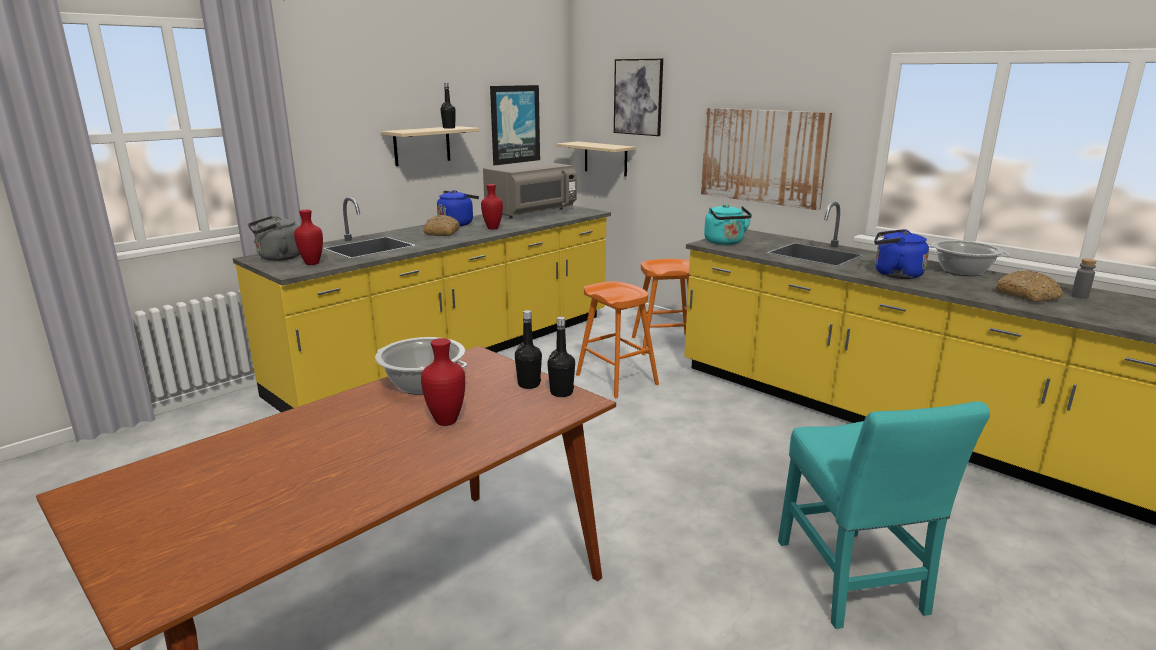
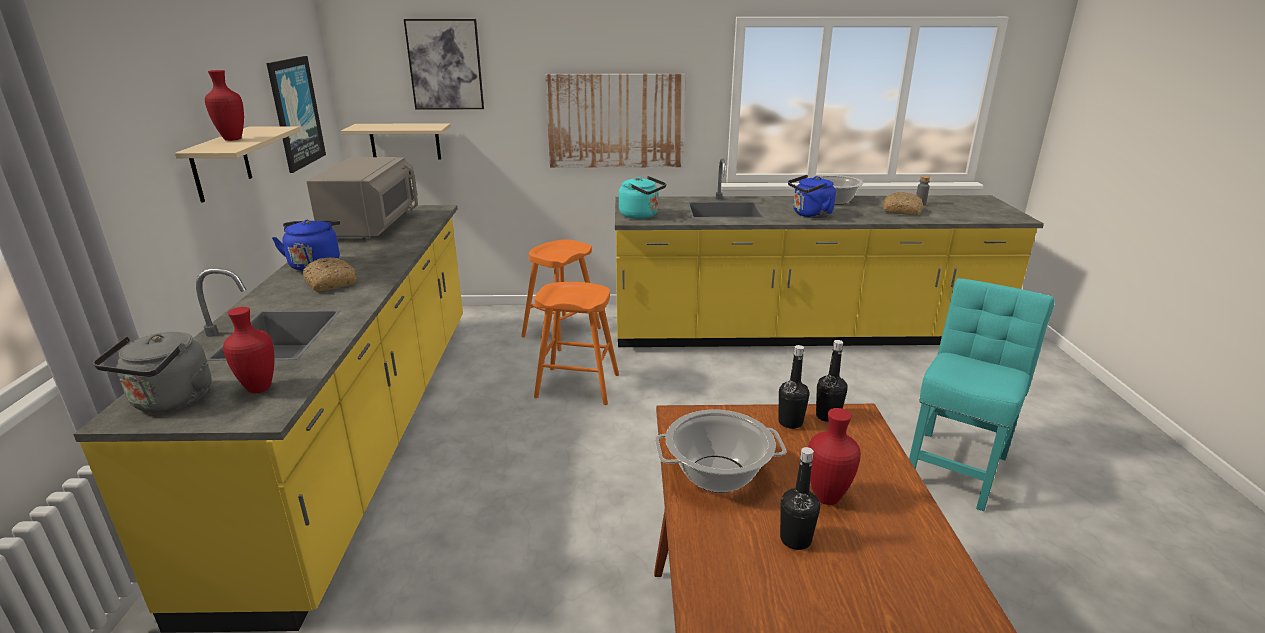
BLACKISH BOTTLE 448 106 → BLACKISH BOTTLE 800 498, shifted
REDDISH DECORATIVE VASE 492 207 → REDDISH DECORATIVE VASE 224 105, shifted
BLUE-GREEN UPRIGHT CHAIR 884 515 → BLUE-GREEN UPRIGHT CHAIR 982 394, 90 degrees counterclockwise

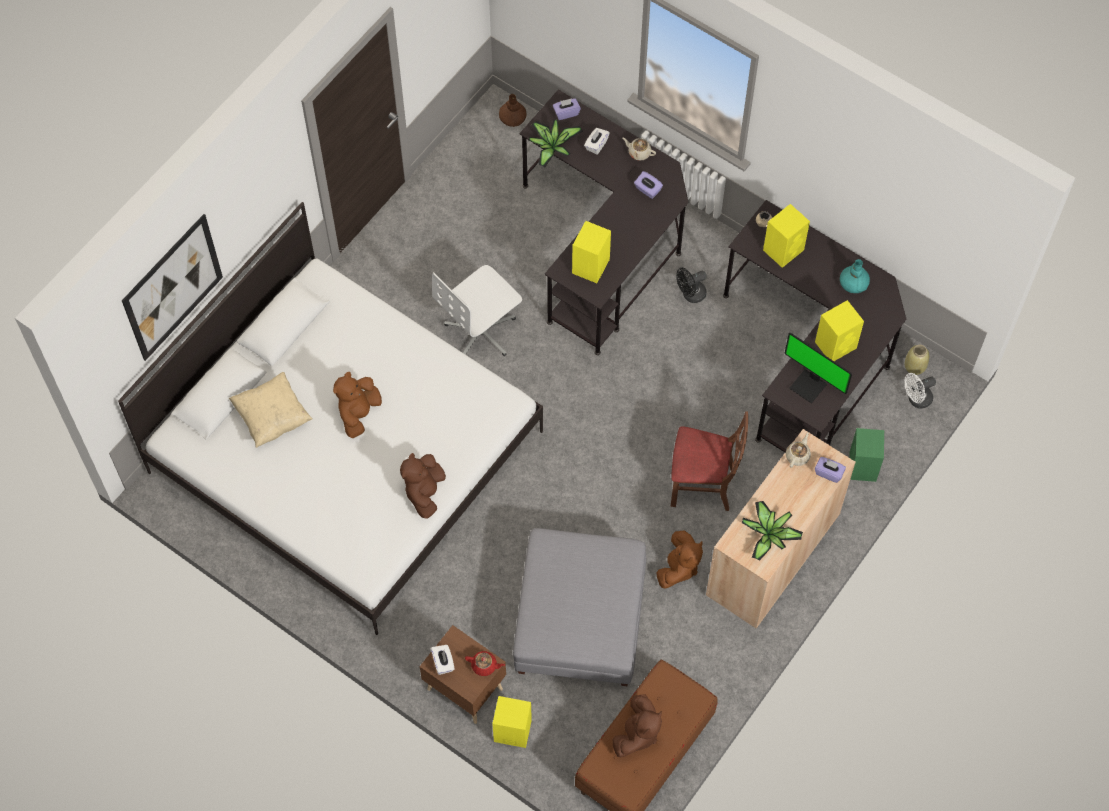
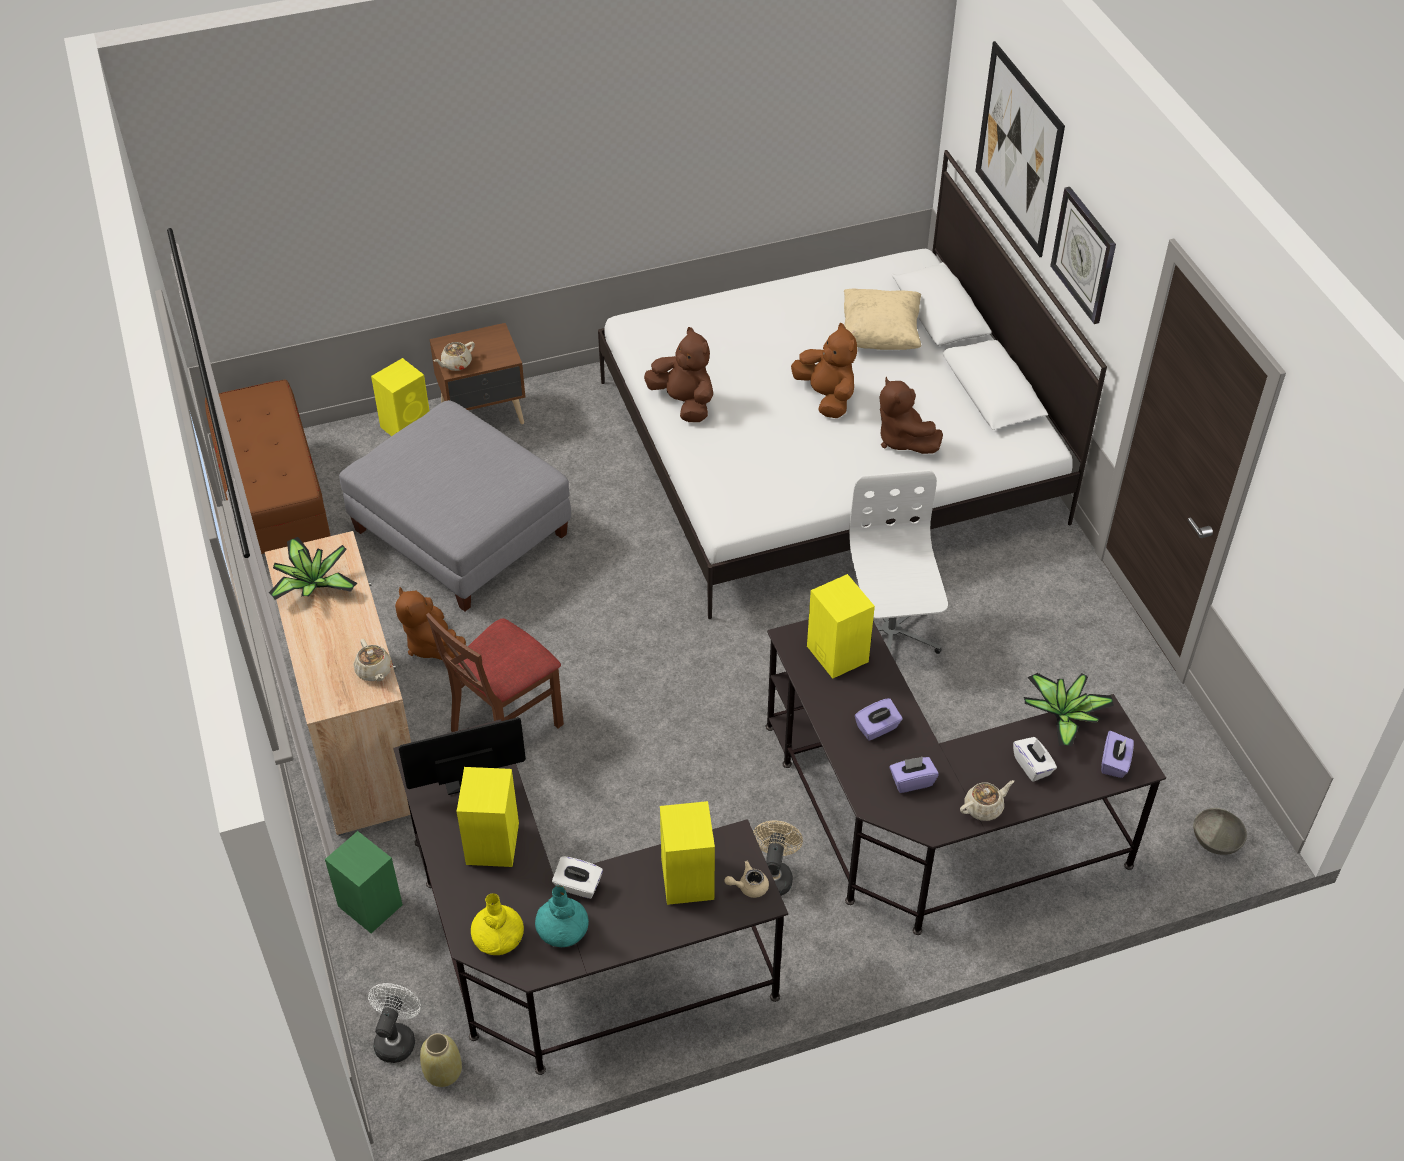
BROWN DECORATIVE VASE 513 110 → GREY SERVING BOWL 1220 831
BLACKISH COOLING FAN 691 285 → BEIGE-COLOURED COOLING FAN 778 858
PURPLISH TISSUE HOLDER 830 470 → PURPLISH TISSUE HOLDER 879 719, shifted
WHITE TISSUE HOLDER 443 660 → WHITE TISSUE HOLDER 577 877, shifted
REDDISH TEA POT 485 663 → BEIGE-COLOURED TEA POT 454 356
BROWN PLUSH TOY 637 725 → BROWN PLUSH TOY 911 415, shifted
- → HANGING CLOCK 1083 255
- → YELLOWISH DECORATIVE VASE 497 924

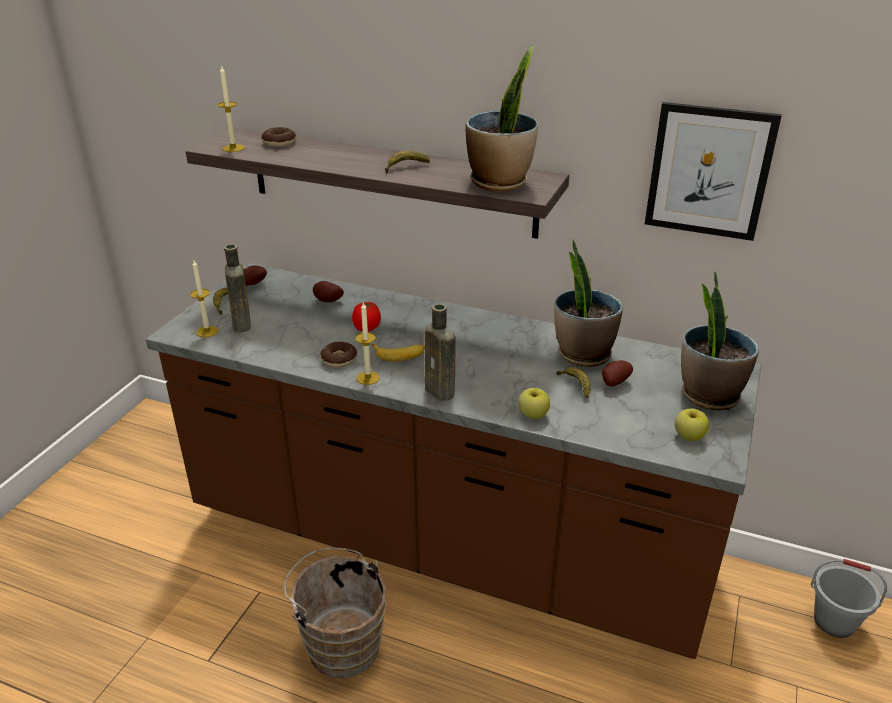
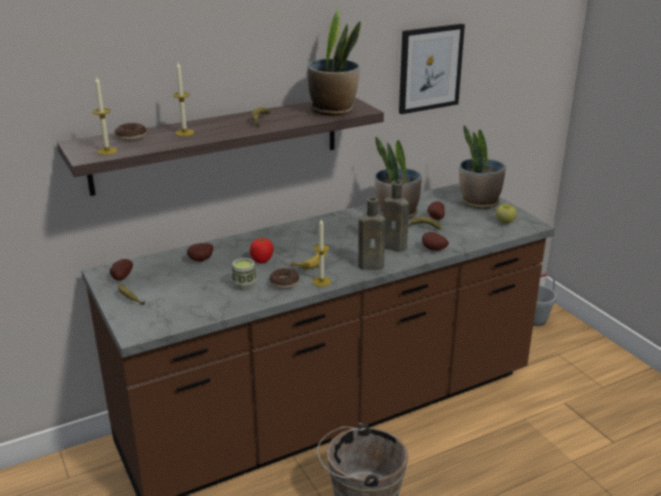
BROWN BOTTLE 237 288 → BROWN BOTTLE 396 216, shifted
WAX LIGHT 204 298 → WAX LIGHT 183 99, shifted
APPLE FRUIT 534 403 → SPUD 435 241
- → SMALL CUP 244 274

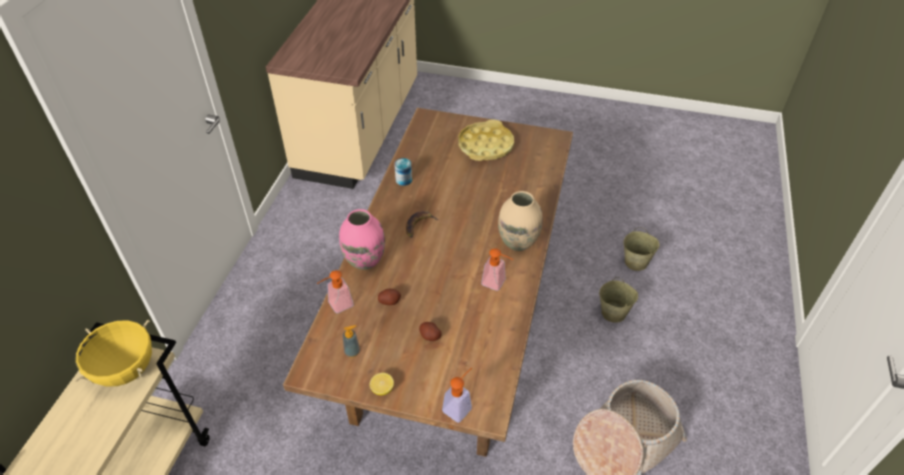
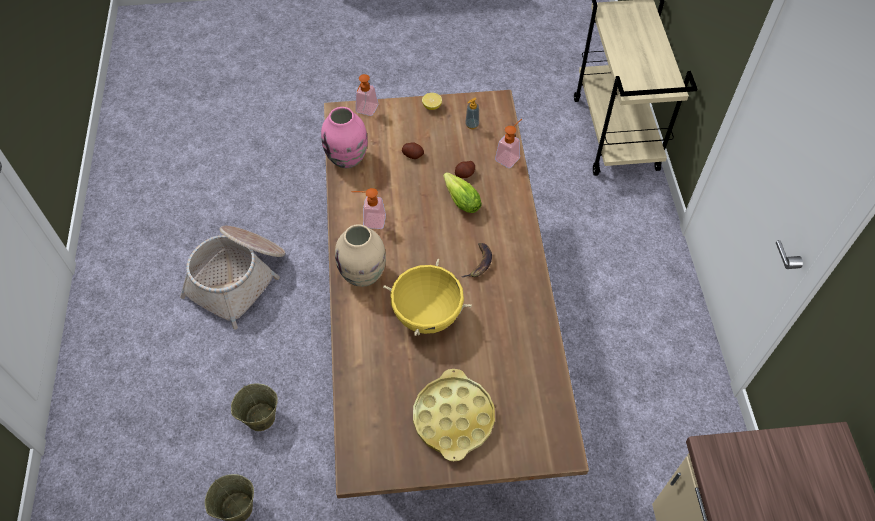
SEALED CAN 403 172 → -
PINKISH DECORATIVE VASE 362 239 → PINKISH DECORATIVE VASE 344 137, shifted
YELLOWISH COOKING POT 113 353 → YELLOWISH COOKING POT 427 297, shifted
- → LETTUCE 462 192

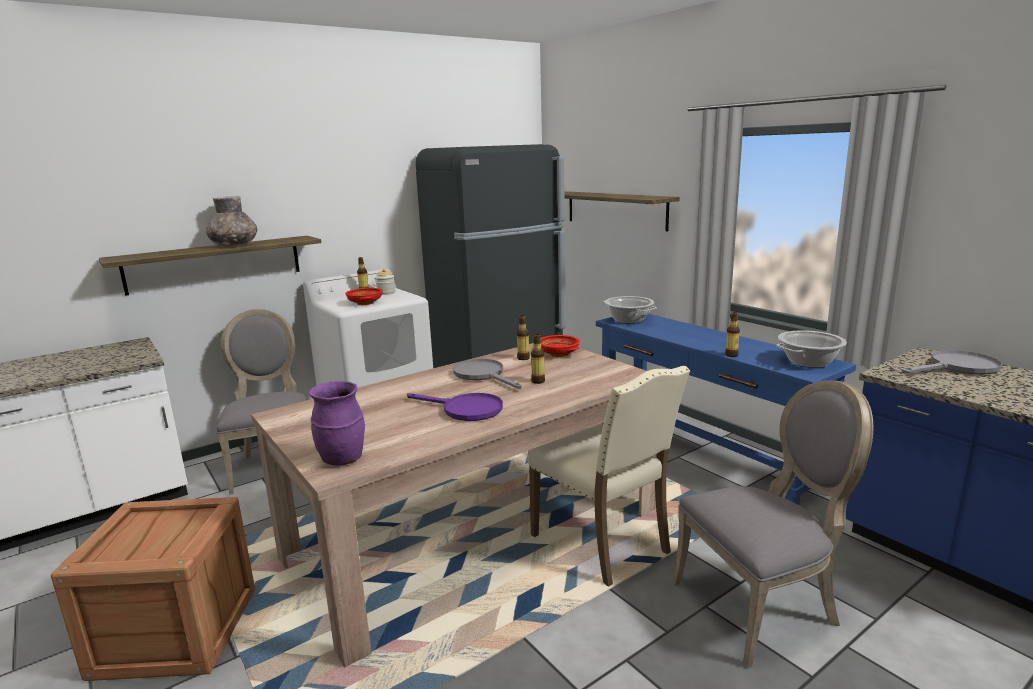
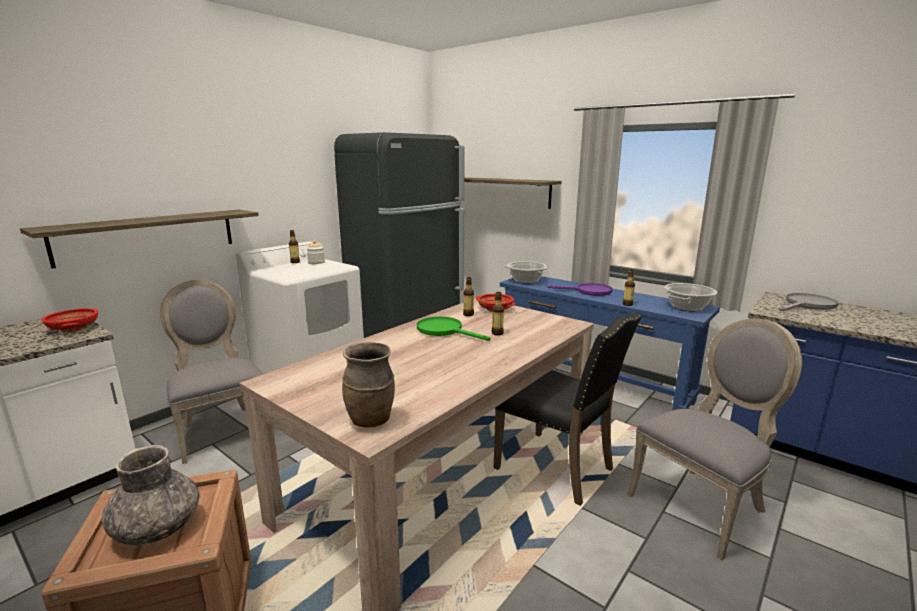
GREY DECORATIVE VASE 231 221 → GREY DECORATIVE VASE 151 495, shifted
REDDISH SERVING BOWL 364 296 → REDDISH SERVING BOWL 70 320, shifted
GREY PAN 487 374 → GREEN PAN 454 328
BEIGE-COLOURED UPRIGHT CHAIR 608 476 → BLACKISH UPRIGHT CHAIR 568 409
PURPLISH DECORATIVE VASE 337 423 → BROWN DECORATIVE VASE 368 384
PURPLISH PAN 455 407 → PURPLISH PAN 580 289, shifted

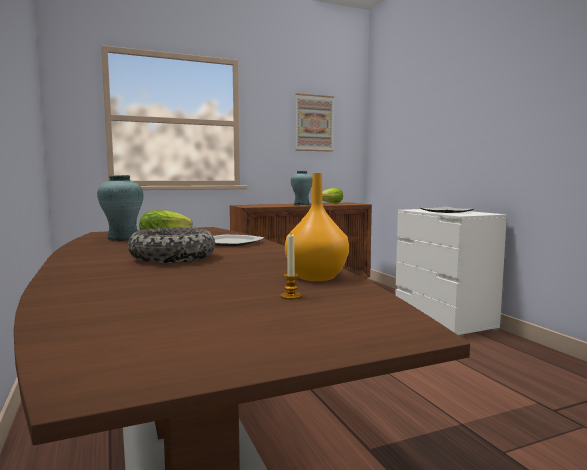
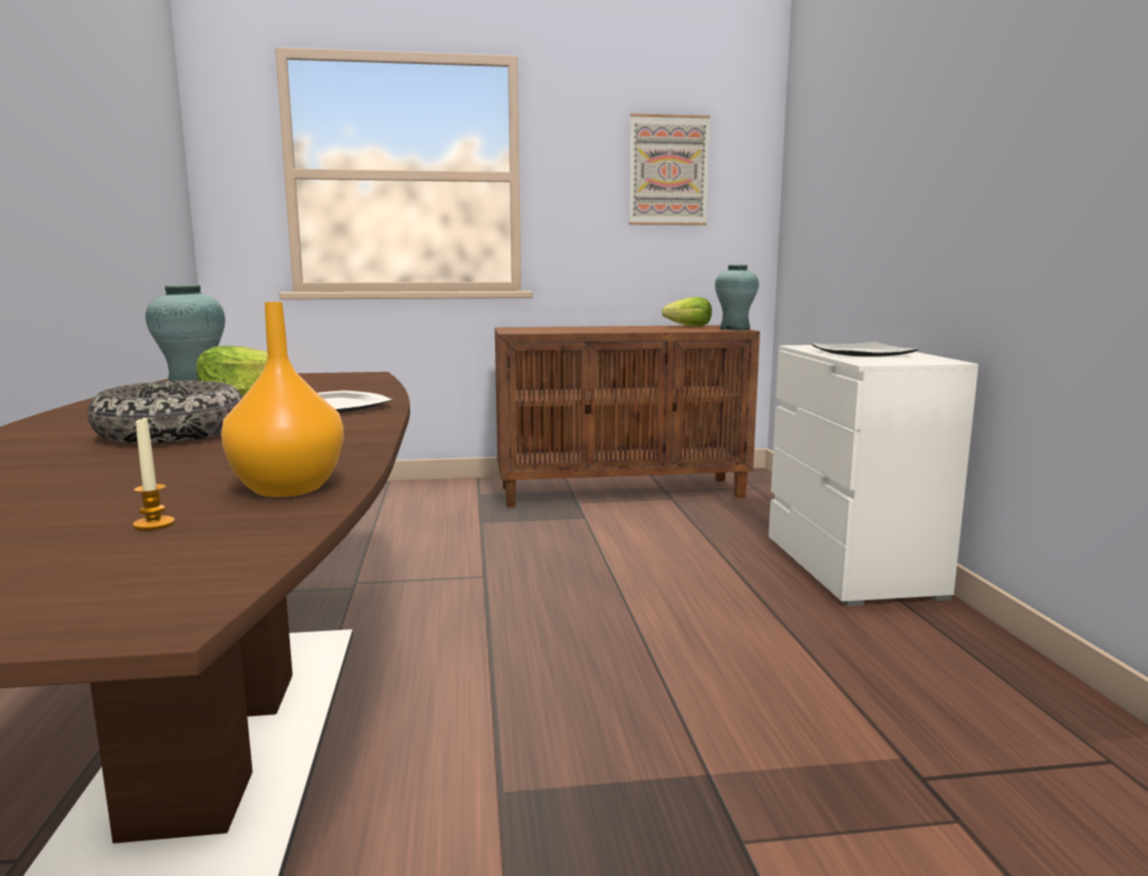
BLUE-GREEN DECORATIVE VASE 301 188 → BLUE-GREEN DECORATIVE VASE 737 297, shifted

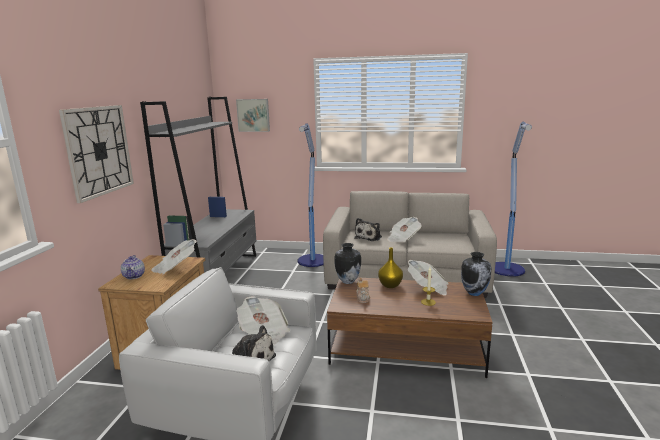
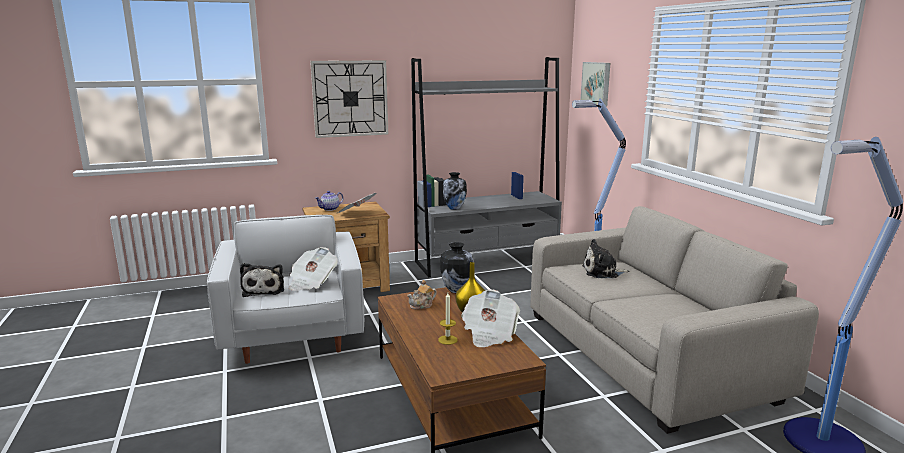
DAILY PAPER 404 229 → -
DECORATIVE VASE 476 274 → DECORATIVE VASE 455 191, shifted

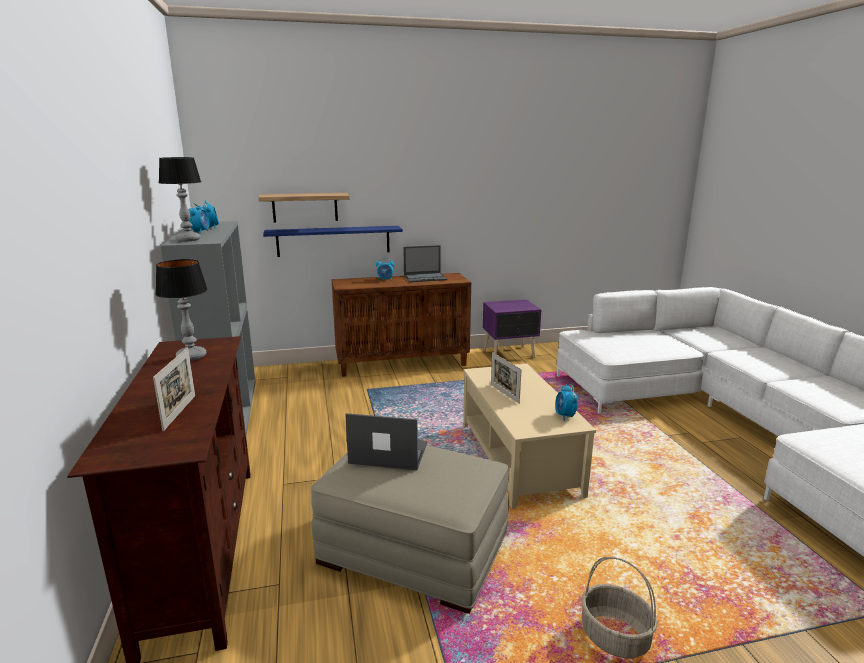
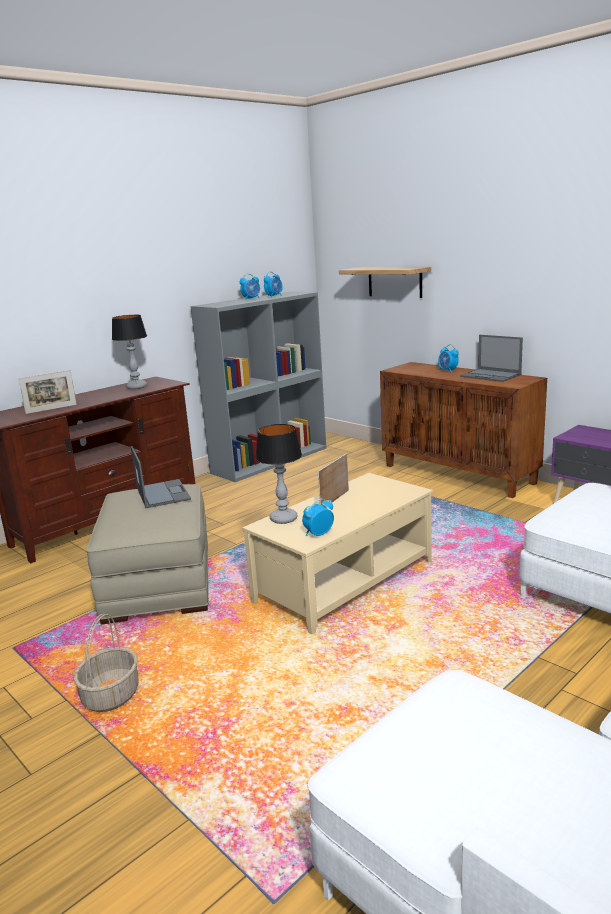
TABLE LAMP 180 199 → TABLE LAMP 278 474, shifted
BLUISH BRACKET SHELF 333 241 → -

